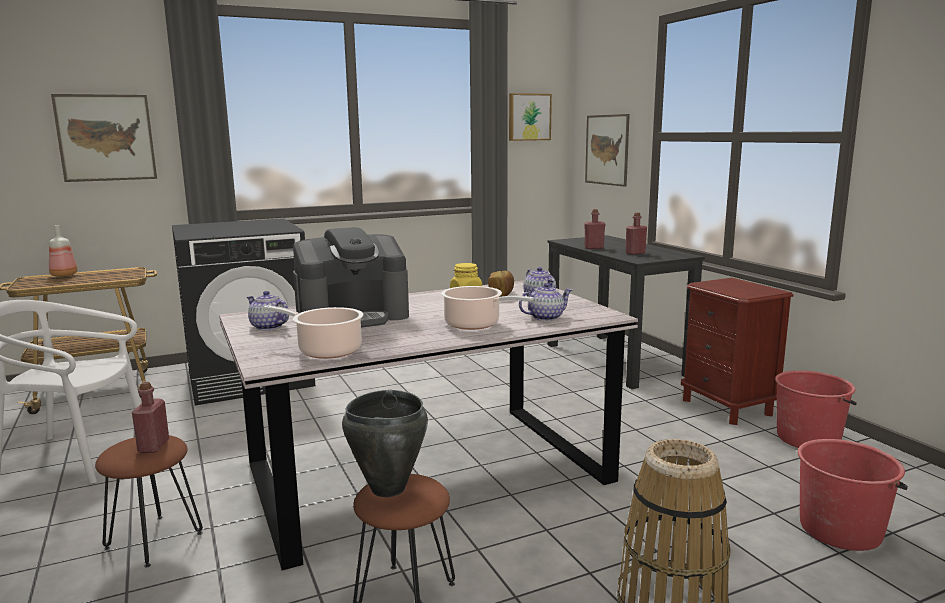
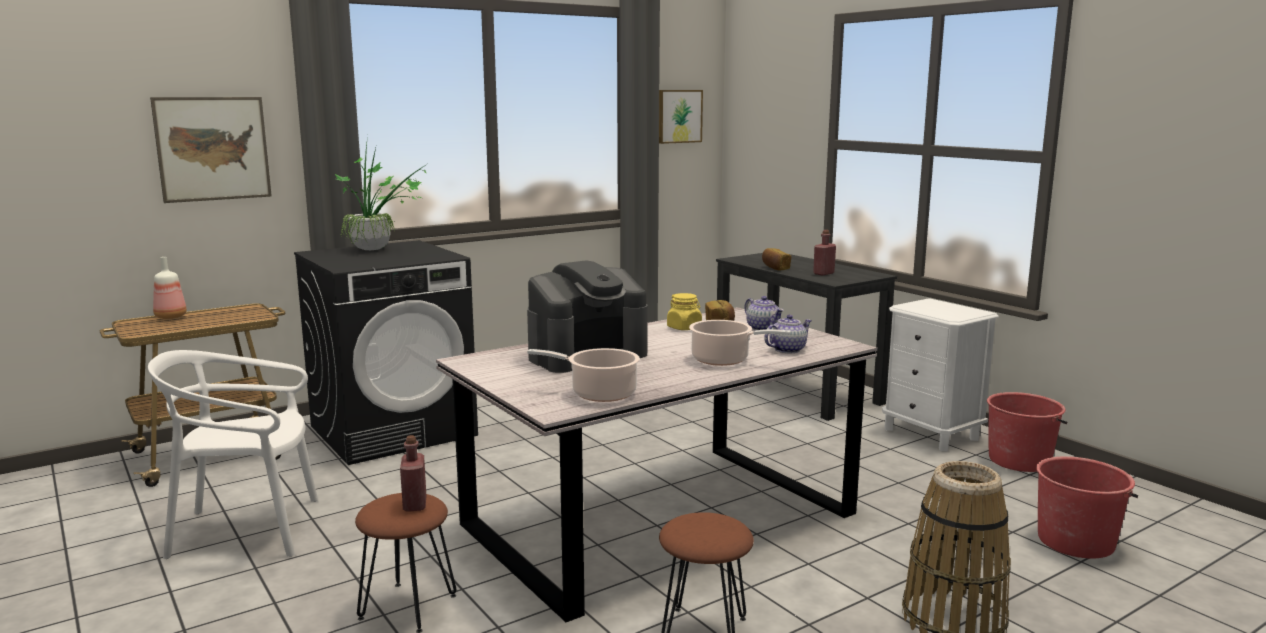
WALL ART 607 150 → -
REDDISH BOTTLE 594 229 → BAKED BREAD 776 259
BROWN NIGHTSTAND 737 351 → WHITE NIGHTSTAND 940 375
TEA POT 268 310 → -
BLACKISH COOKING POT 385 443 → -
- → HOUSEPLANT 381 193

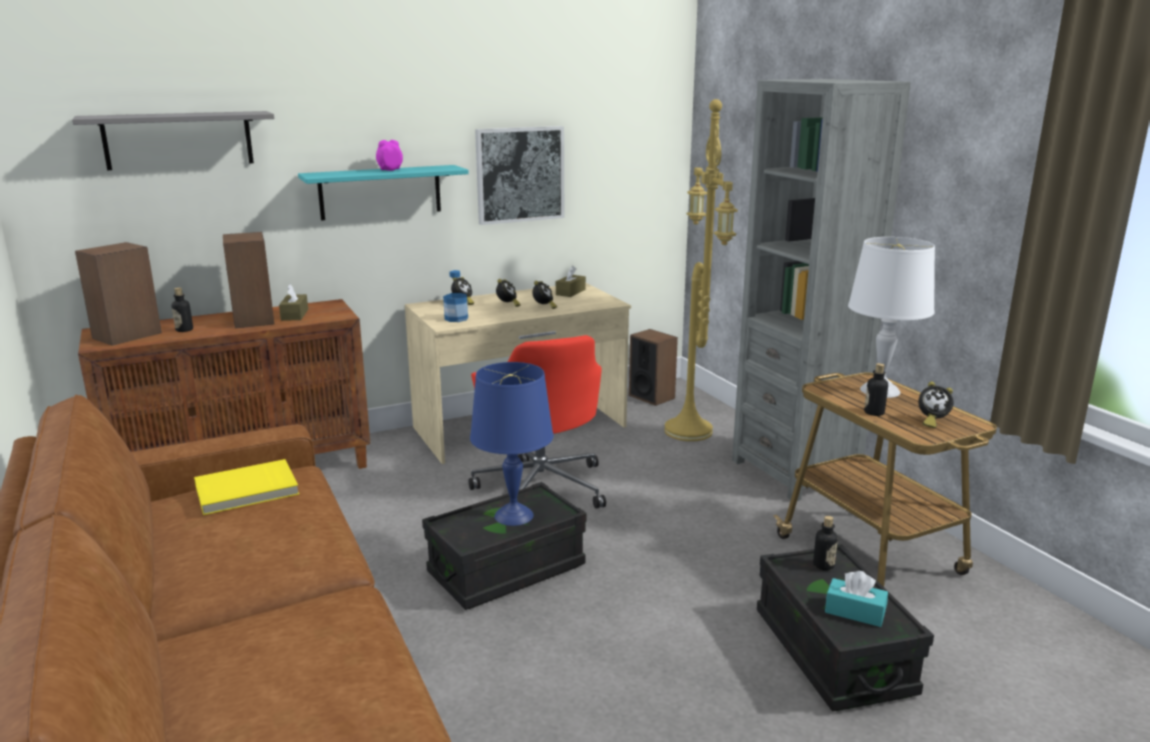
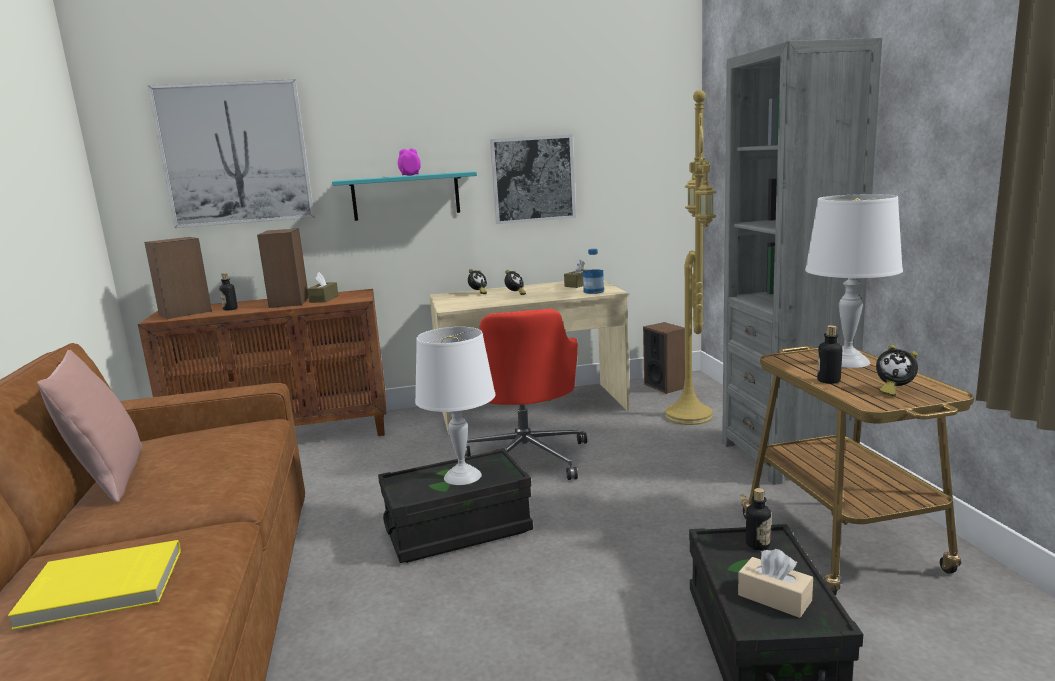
GREY BRACKET SHELF 173 140 → WALL ART 231 153
BOTTLE 455 296 → BOTTLE 593 271, shifted
TABLE CLOCK 544 295 → -
BLUISH TABLE LAMP 512 444 → WHITE TABLE LAMP 455 406
YELLOWISH BOOK 246 487 → YELLOWISH BOOK 94 585, shifted
BLUE-GREEN TISSUE HOLDER 856 599 → BEIGE-COLOURED TISSUE HOLDER 775 583
- → PINKISH THROW PILLOW 90 426

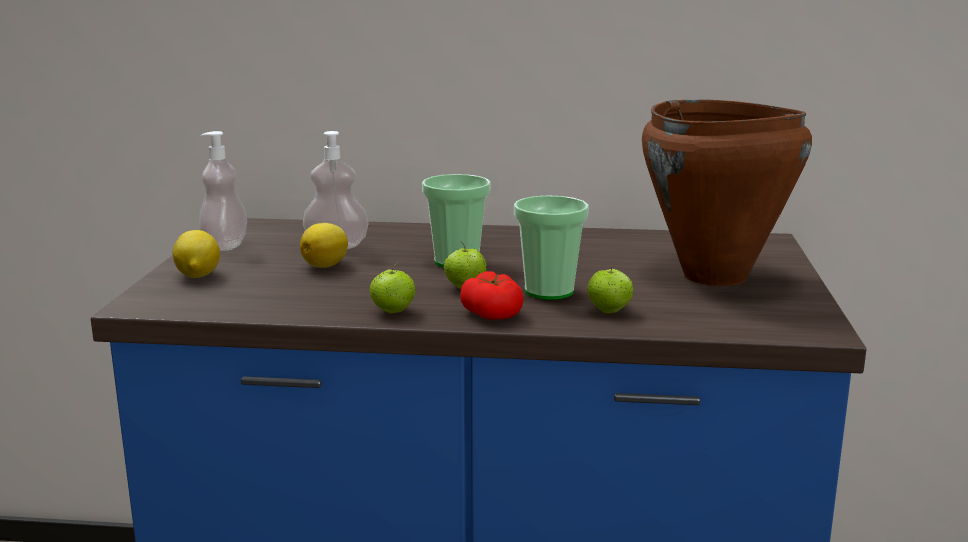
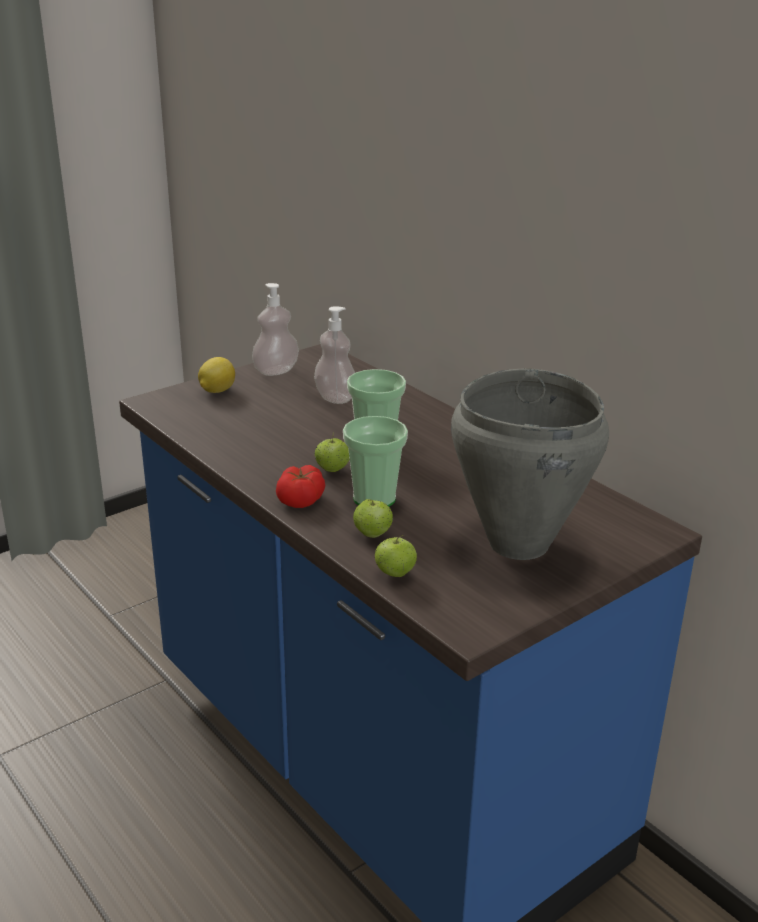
BROWN COOKING POT 727 192 → GREY COOKING POT 530 464
WHOLE LEMON 324 245 → -
APPLE FRUIT 392 287 → APPLE FRUIT 396 556, shifted

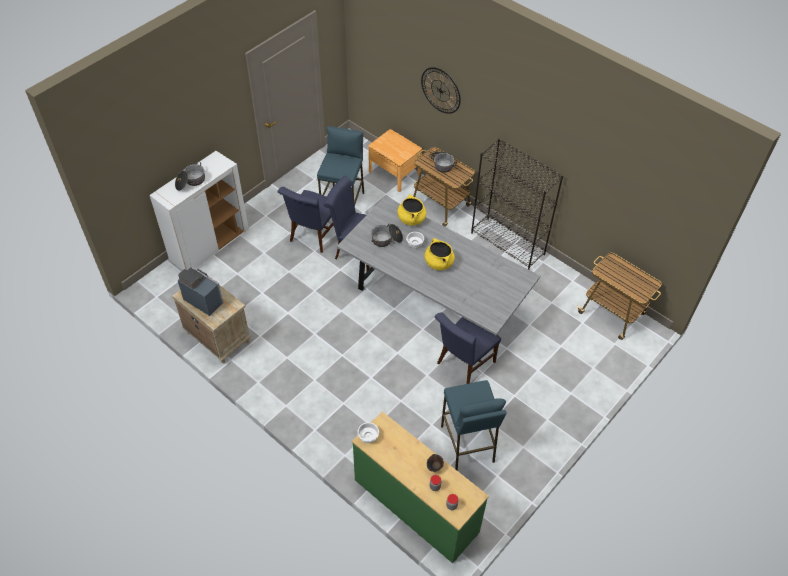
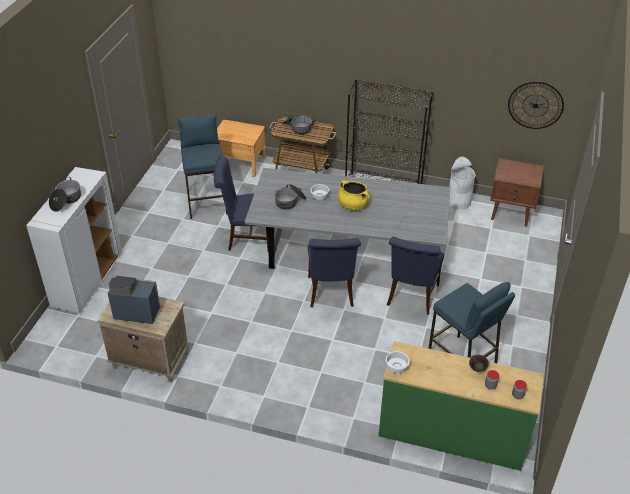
HANGING CLOCK 441 90 → HANGING CLOCK 536 105, shifted
BLUISH UPRIGHT CHAIR 305 220 → BLUISH UPRIGHT CHAIR 334 272, shifted
YELLOWISH COOKING POT 411 210 → -
CART 619 296 → BROWN NIGHTSTAND 517 192
- → WHITE RUBBISH BIN 462 183

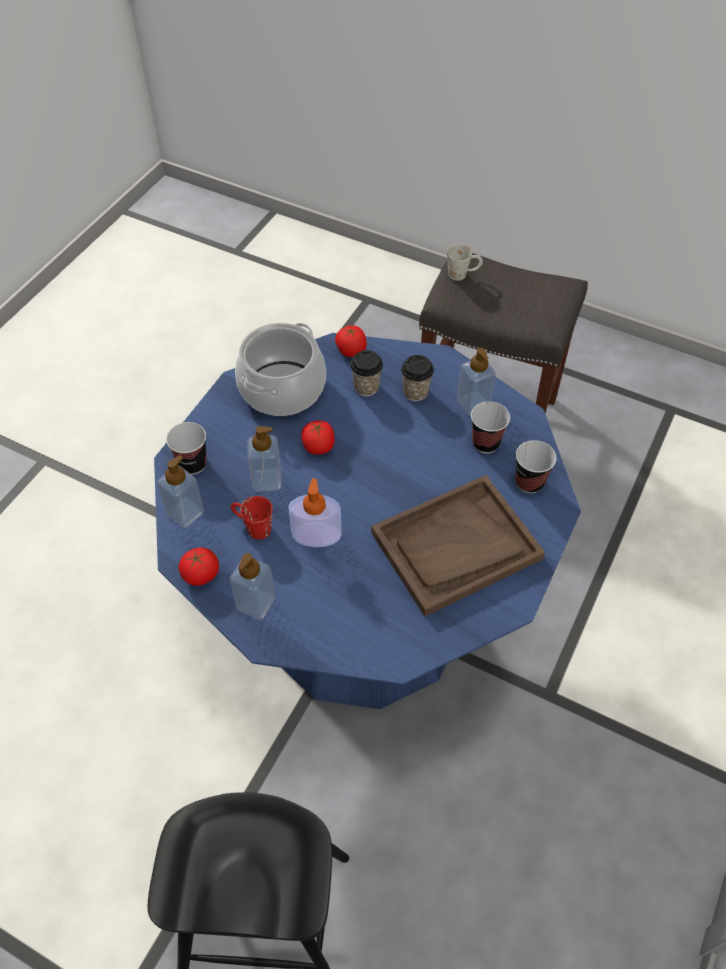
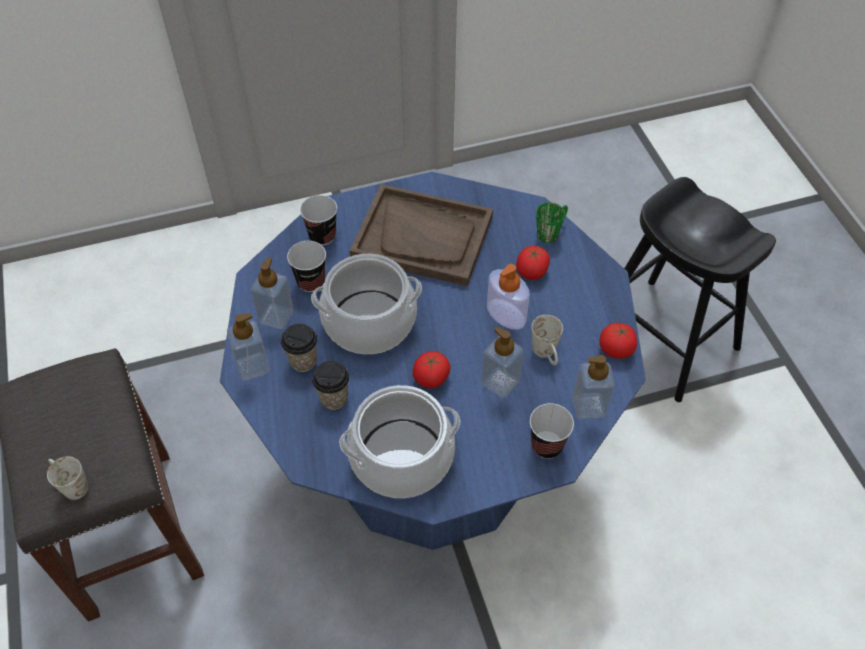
WHOLE TOMATO 351 341 → WHOLE TOMATO 533 263, shifted
REDDISH TEA MUG 252 518 → WHITE TEA MUG 547 340
LIQUID SOAP BOTTLE 252 586 → LIQUID SOAP BOTTLE 248 346, shifted
- → GREEN TEA MUG 552 222
- → COOKING POT 366 304

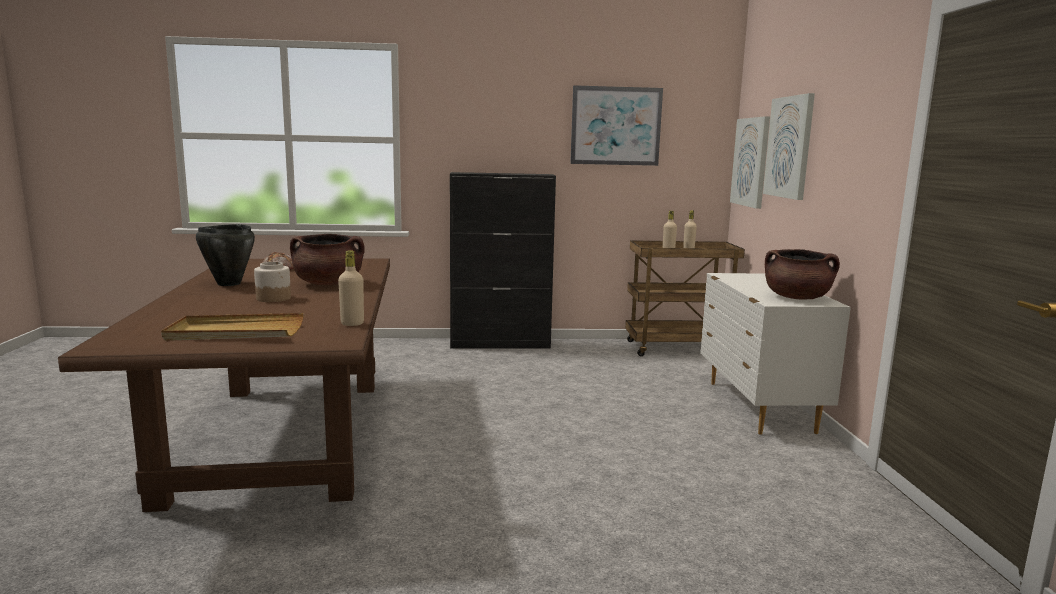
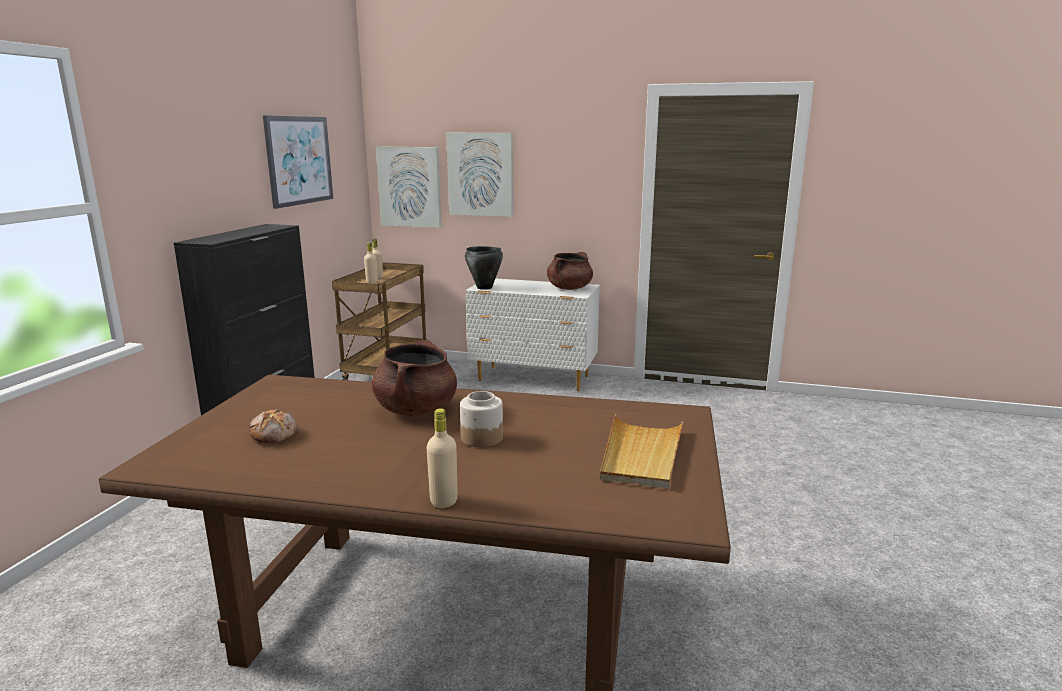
BLACKISH COOKING POT 225 255 → BLACKISH COOKING POT 484 268, shifted
BEIGE-COLOURED BOTTLE 351 288 → BEIGE-COLOURED BOTTLE 442 458, shifted

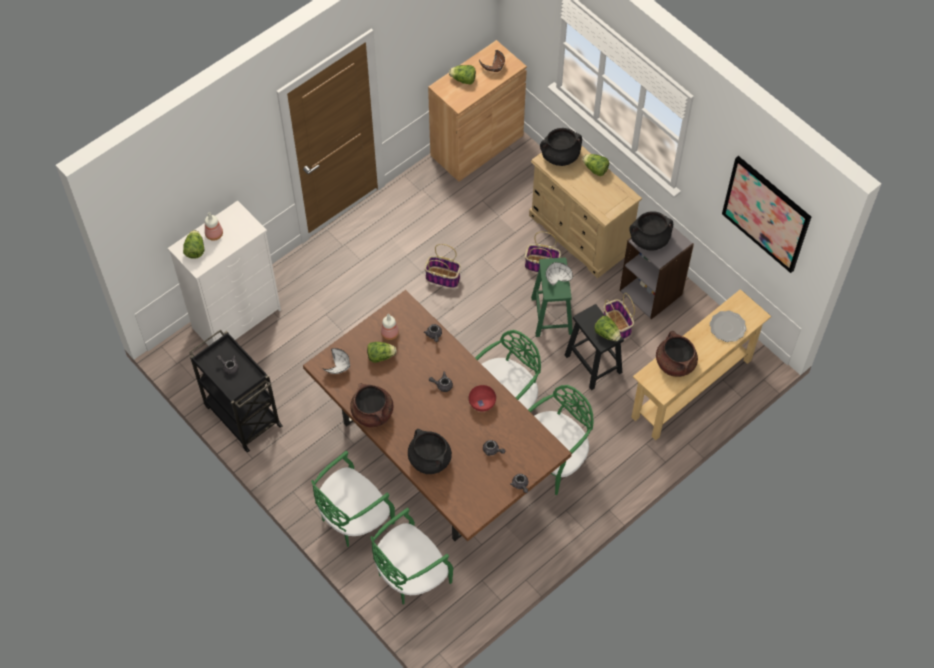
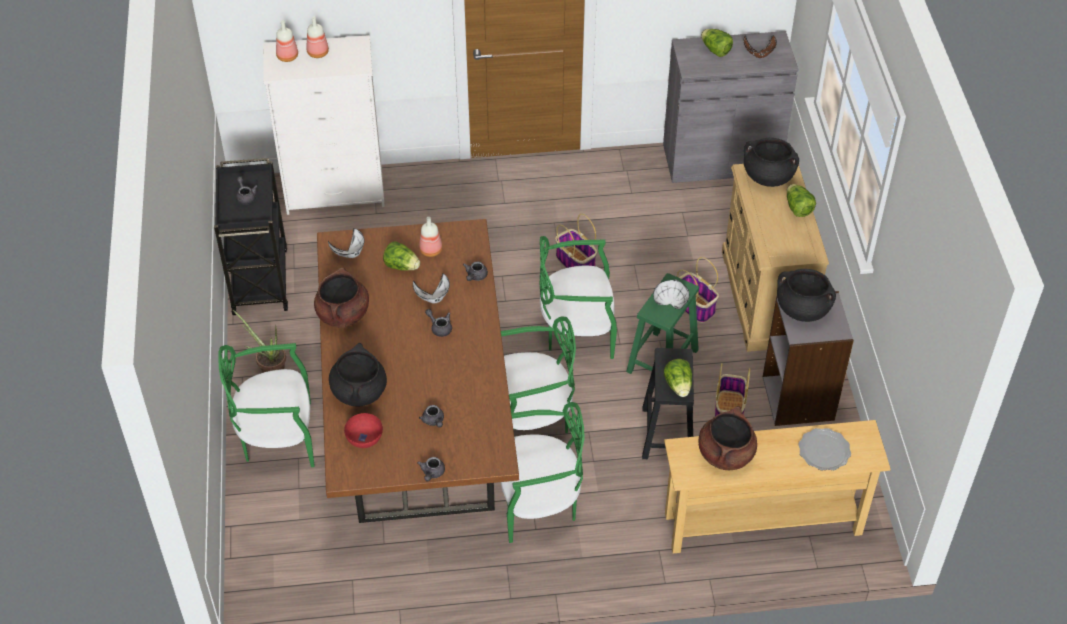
BROWN CUPBOARD 477 111 → GREY CUPBOARD 730 107
WALL ART 766 214 → -
LETTUCE 193 244 → BOTTLE 287 41
REDDISH SERVING BOWL 482 398 → REDDISH SERVING BOWL 363 430, shifted
GREEN UPRIGHT CHAIR 412 556 → GREEN UPRIGHT CHAIR 578 297, shifted
- → WHITE SERVING BOWL 431 288
- → HOUSEPLANT 259 341

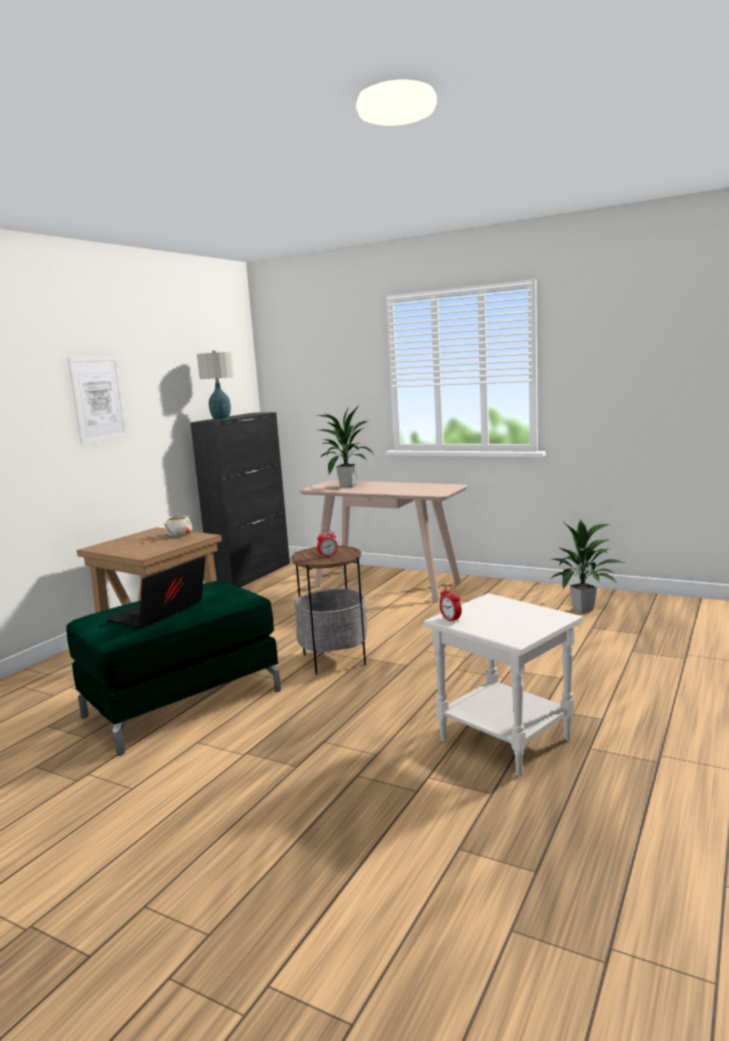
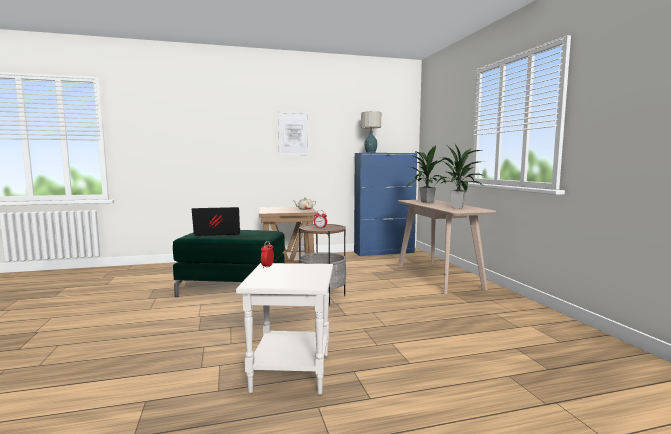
BLACKISH CUPBOARD 240 499 → BLUISH CUPBOARD 385 204
HOUSEPLANT 587 566 → HOUSEPLANT 459 176, shifted

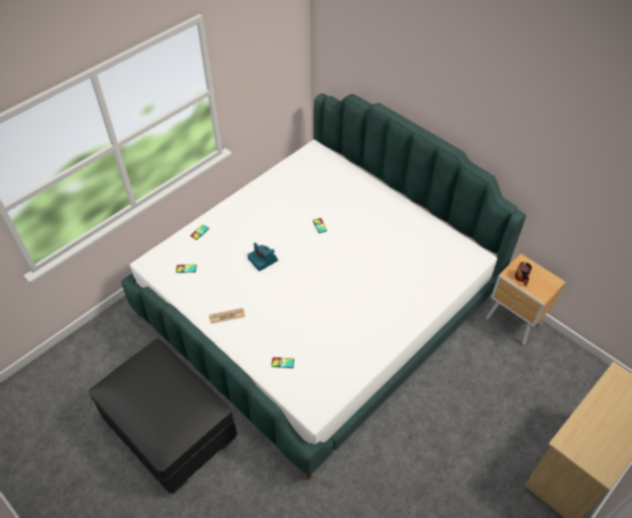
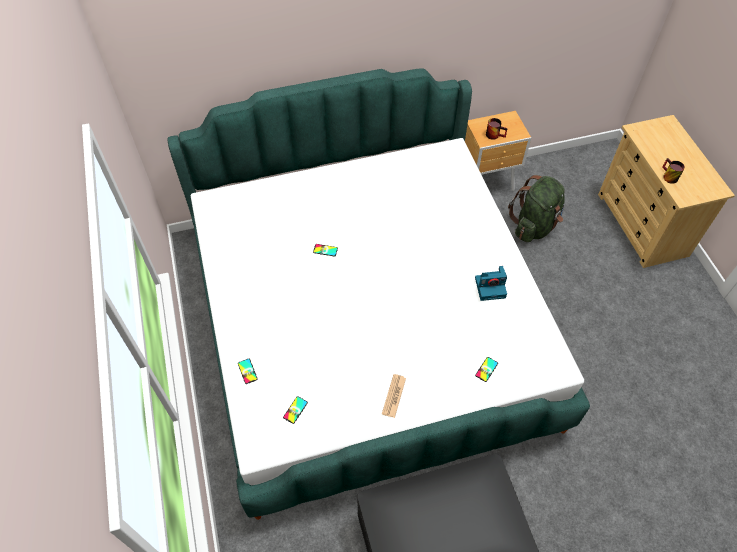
PHOTO CAMERA 262 256 → PHOTO CAMERA 491 283, shifted
- → TEA MUG 673 171
- → GREEN BACKPACK 536 208

